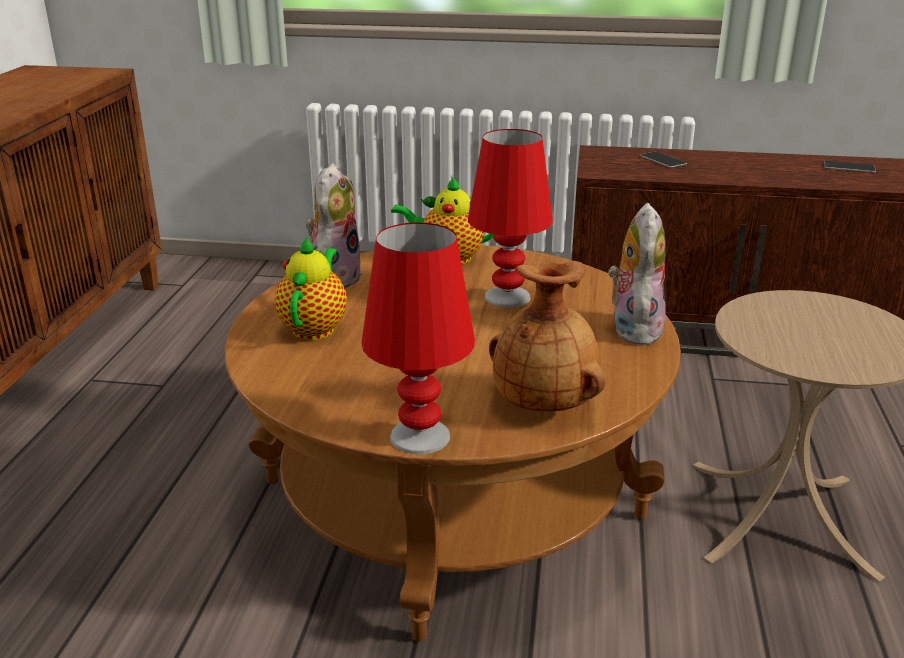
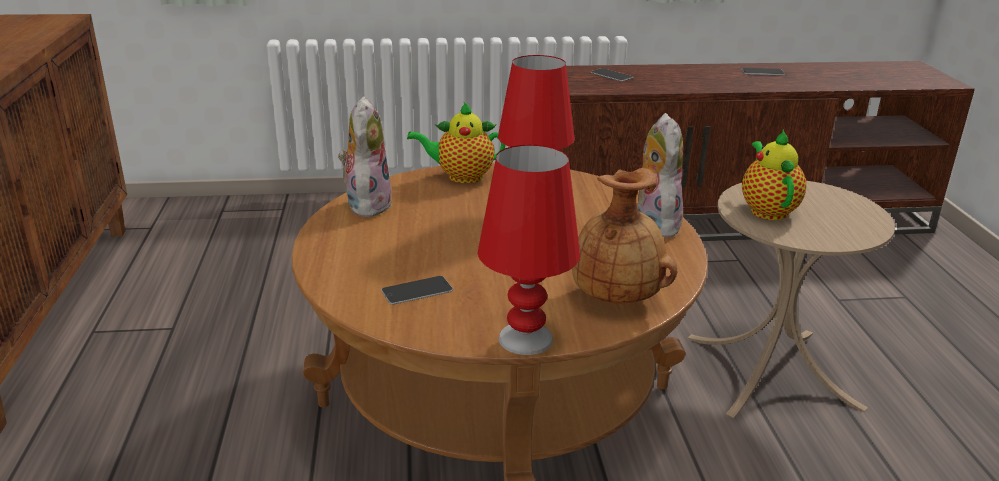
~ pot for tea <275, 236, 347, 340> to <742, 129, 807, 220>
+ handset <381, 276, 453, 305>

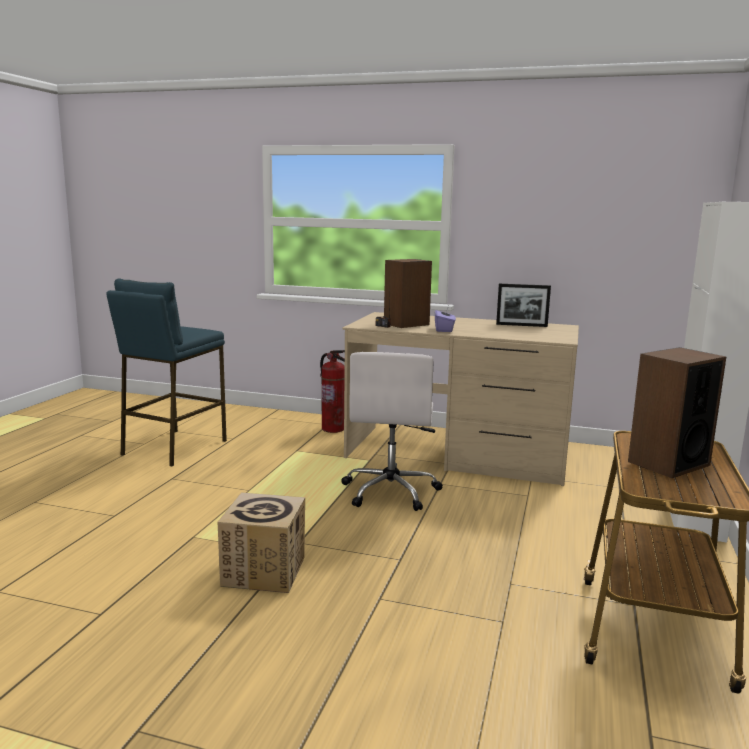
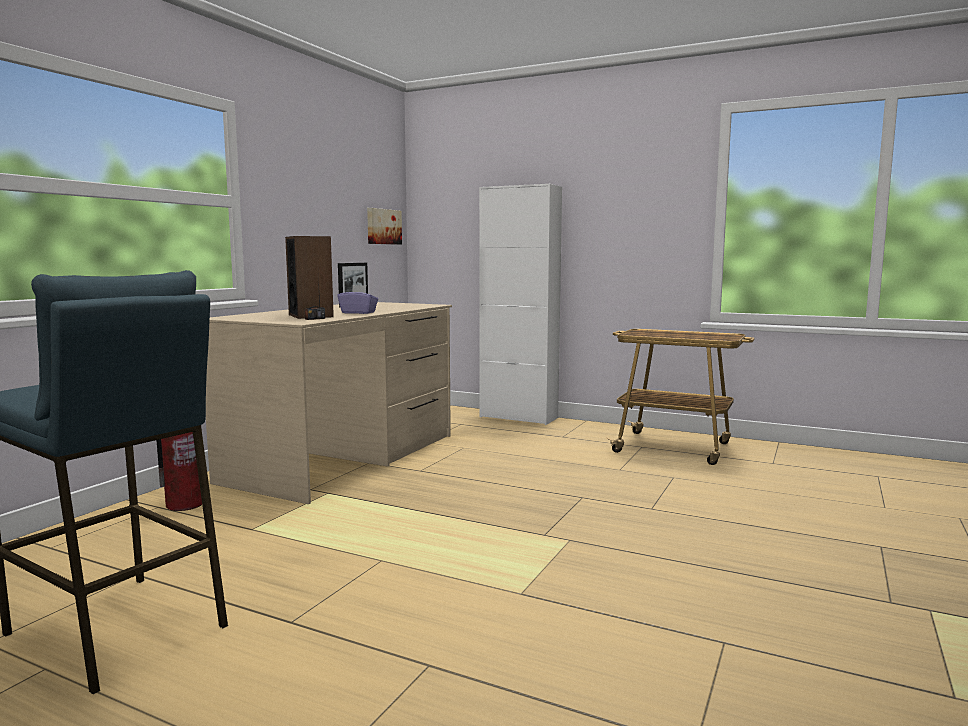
- packing box <218, 492, 305, 593>
- white-coloured computer chair <341, 352, 443, 511>
- loudspeaker <628, 347, 726, 478>
+ picture <367, 208, 402, 245>

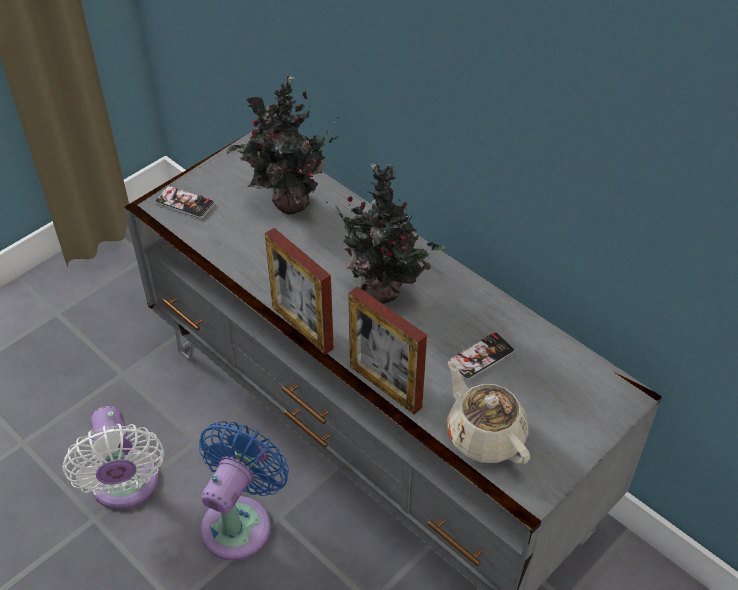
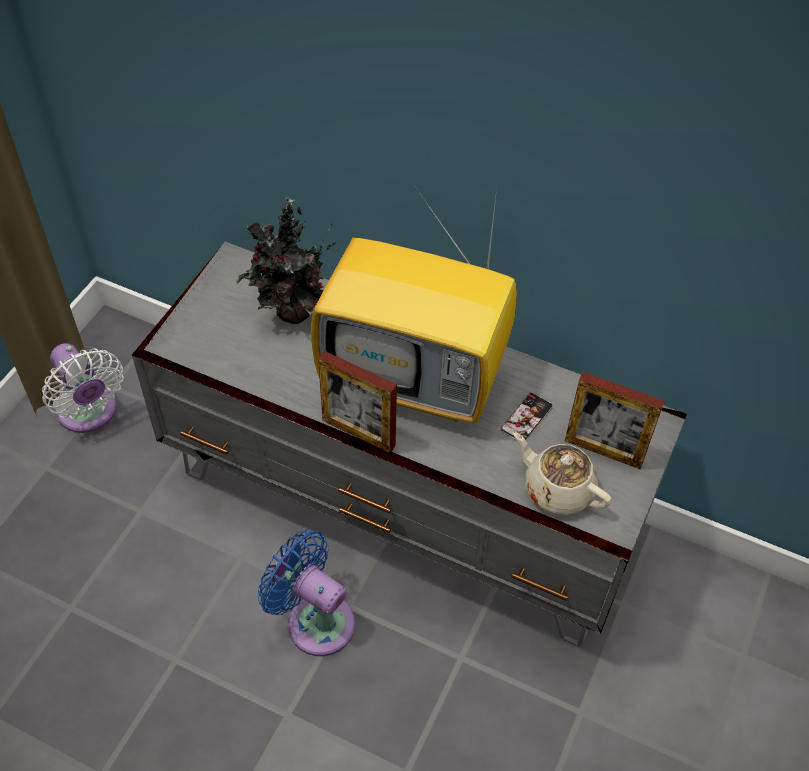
~ white-coloured cooling fan <63, 406, 164, 510> to <42, 343, 123, 433>
- handset <155, 185, 215, 219>
~ blue-coloured cooling fan <199, 421, 289, 560> = <258, 529, 355, 656> 60 degrees counterclockwise
~ potted plant <326, 163, 445, 304> to TV <311, 181, 517, 423>
~ picture frame <348, 286, 427, 415> to <565, 372, 664, 469>

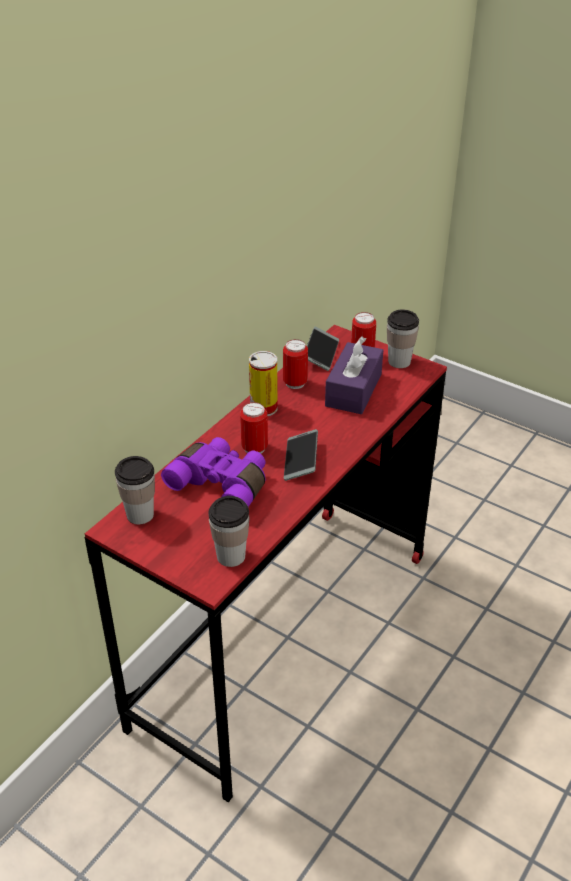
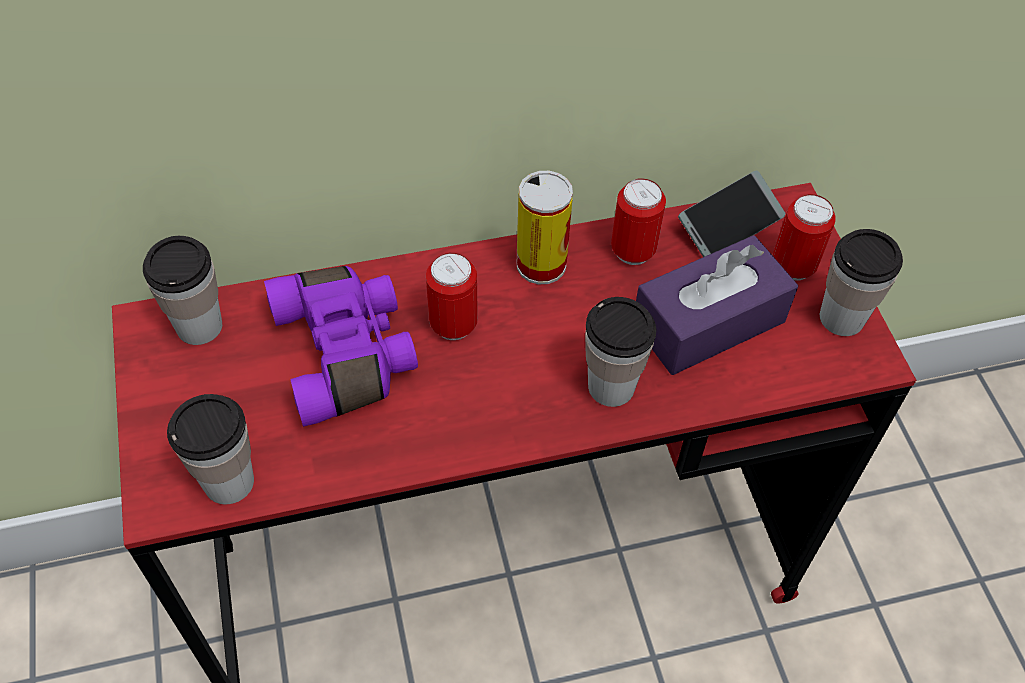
- handset <284, 429, 318, 481>
+ small cup <585, 297, 656, 407>

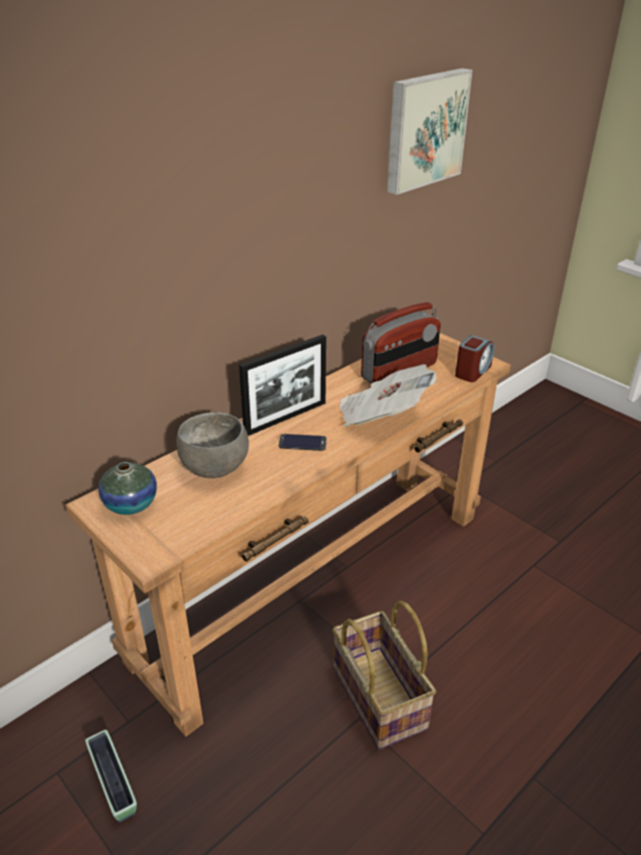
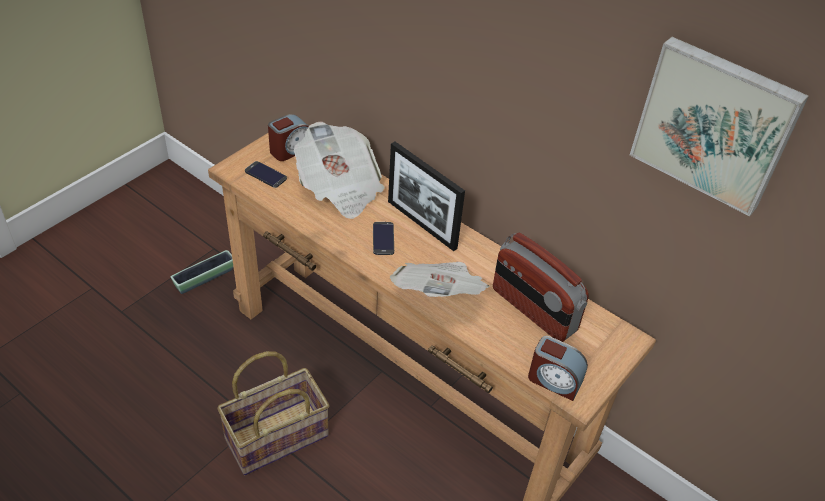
~ flower vase <98, 462, 157, 515> to bedside clock <268, 114, 309, 161>
~ greyish bowl <176, 412, 249, 478> to newspaper <294, 122, 385, 219>
+ handset <245, 161, 287, 188>

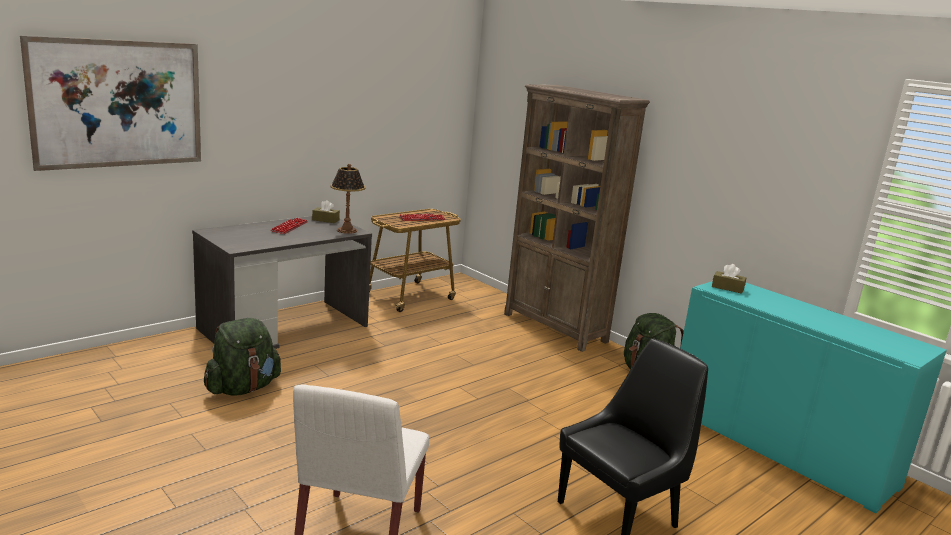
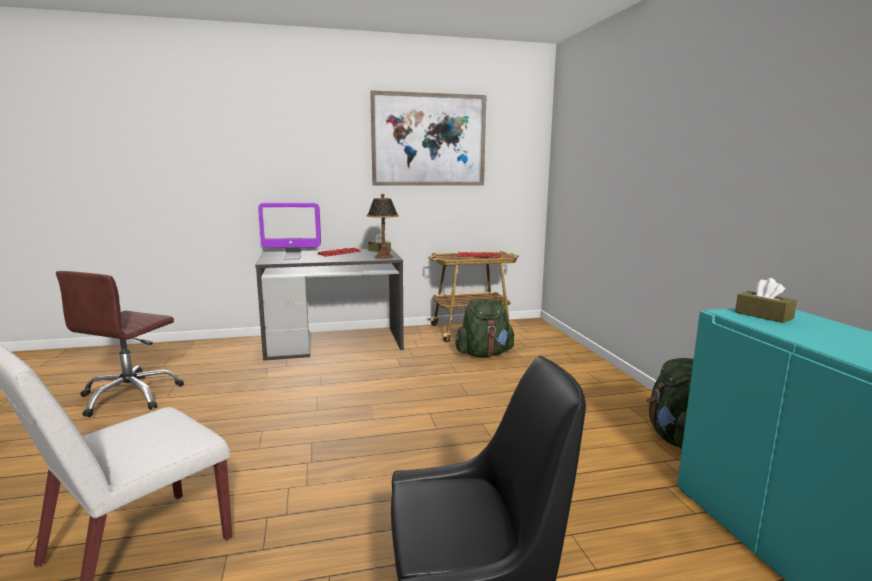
~ picture <20, 36, 201, 171> to <370, 90, 487, 186>
~ green rucksack <204, 318, 281, 396> to <455, 299, 515, 357>
- brown bookshelf <504, 84, 650, 352>
+ brown computer chair <56, 271, 184, 417>
+ computer screen <258, 203, 321, 260>

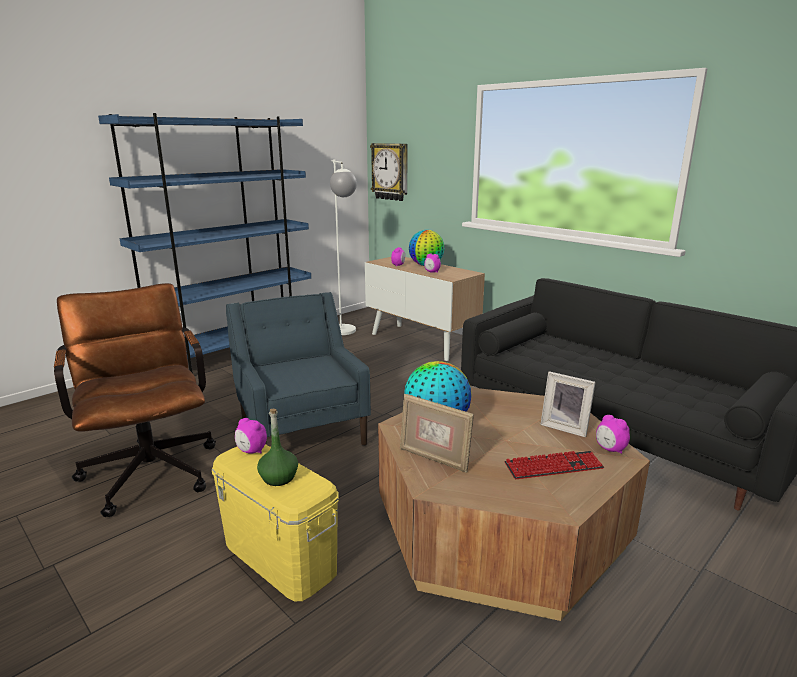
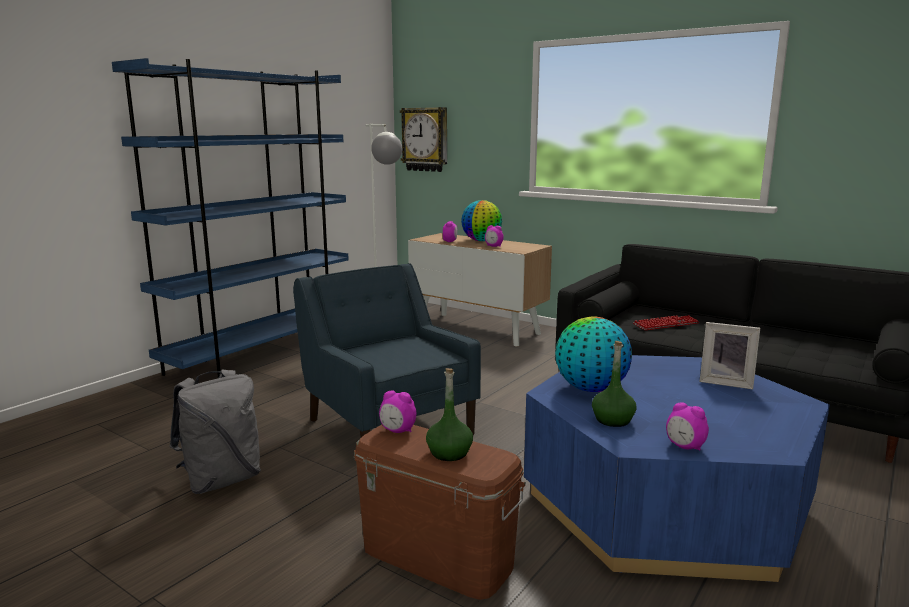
~ brown computer chair <54, 283, 216, 517> to greyish rucksack <169, 370, 261, 494>
~ yellow storage bin <212, 444, 339, 601> to brown storage bin <354, 425, 526, 600>
~ brown low table <378, 387, 650, 621> to blue-coloured low table <524, 355, 830, 582>
~ picture frame <400, 394, 474, 473> to green beverage bottle <592, 341, 636, 427>
~ PC keyboard <504, 451, 604, 479> to <633, 315, 699, 330>
~ bedside clock <596, 415, 630, 454> to <666, 402, 709, 451>

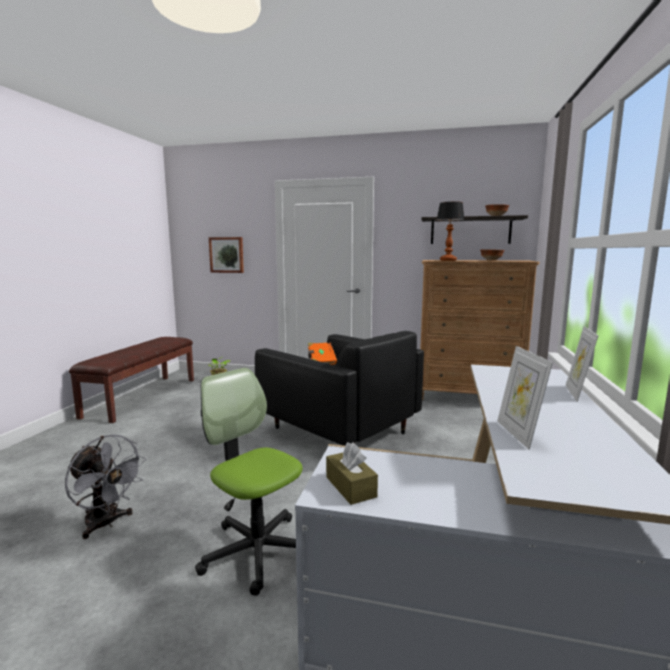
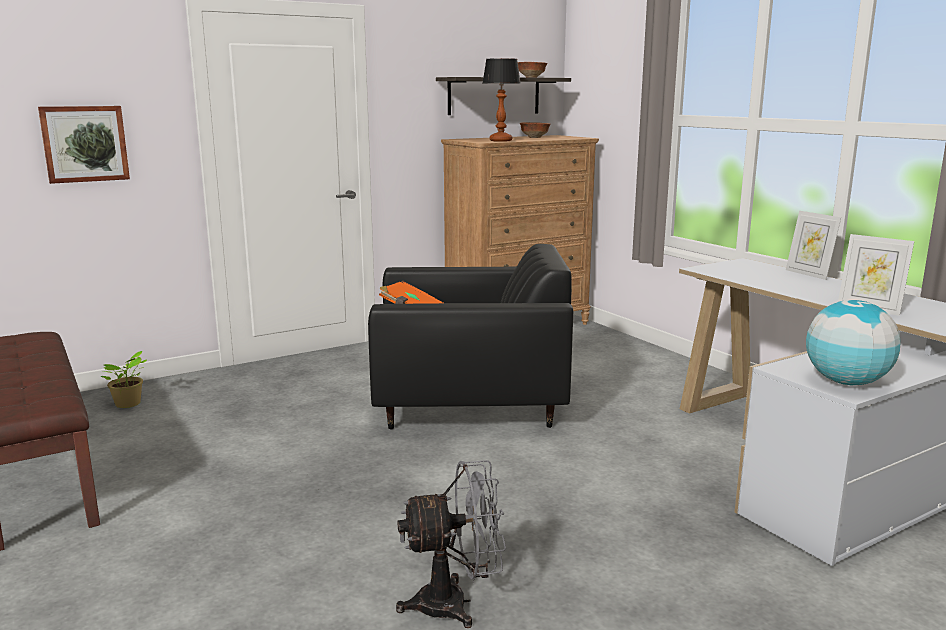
- computer chair <195, 368, 303, 596>
~ brown box of tissues <326, 442, 378, 505> to desk globe <806, 300, 901, 385>

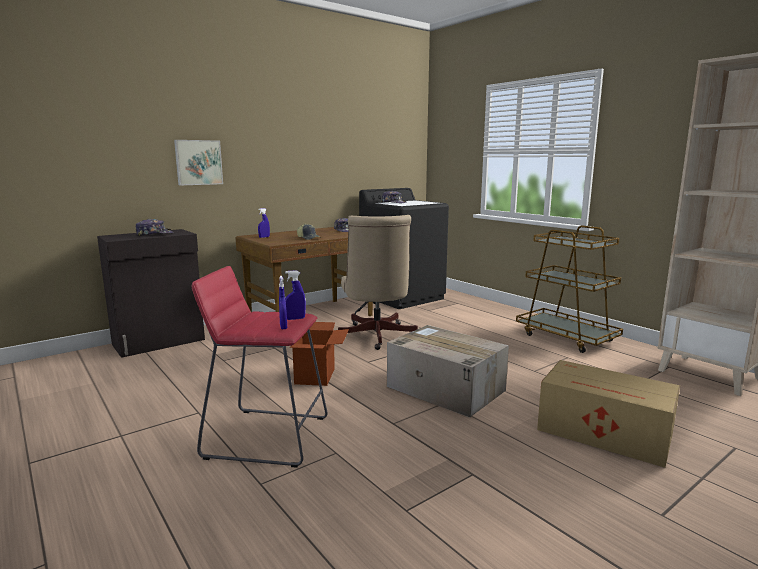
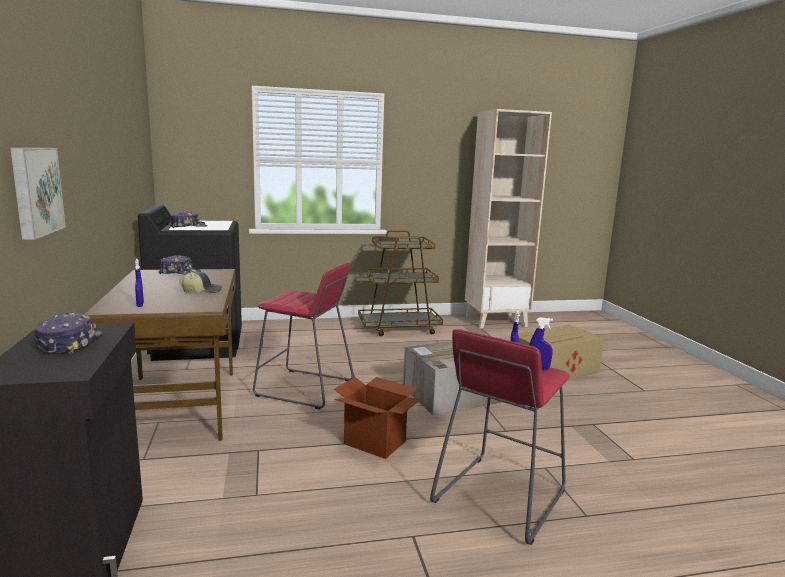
~ beige-coloured computer chair <338, 215, 418, 350> to reddish sitting stool <253, 263, 354, 410>

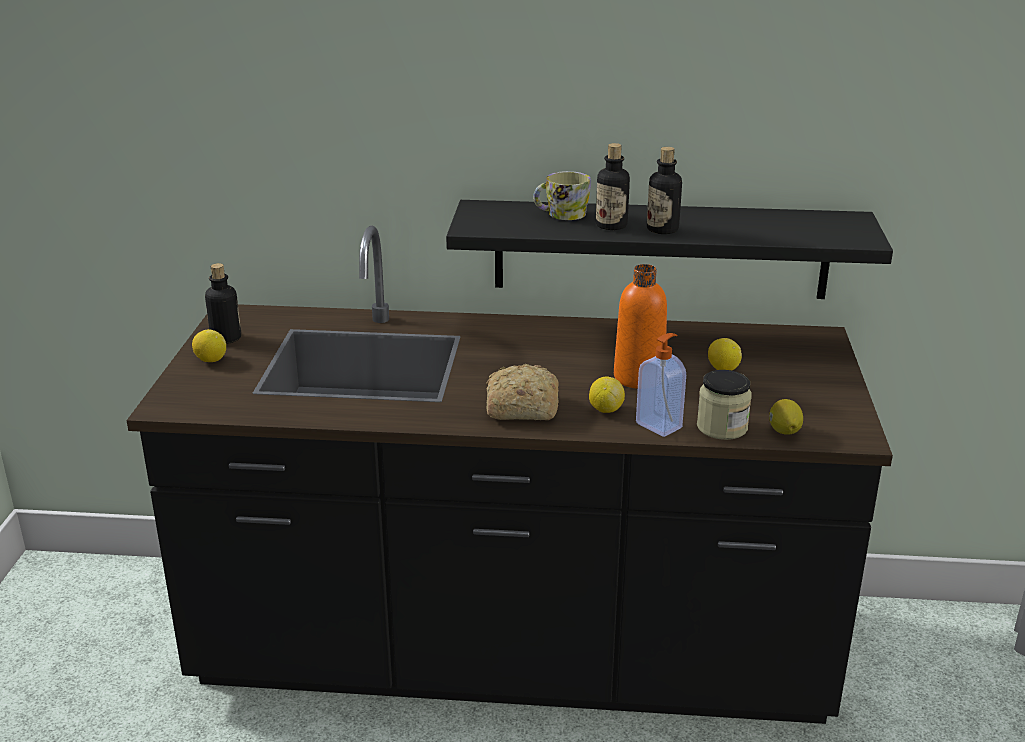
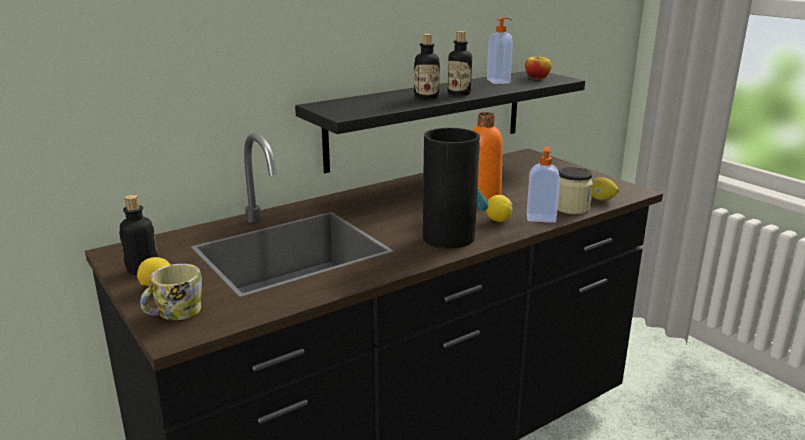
~ bakery bread <486, 364, 559, 420> to flower vase <423, 128, 488, 248>
~ tea mug <533, 171, 591, 220> to <140, 264, 202, 320>
- whole lemon <708, 338, 742, 371>
+ liquid soap bottle <487, 18, 513, 84>
+ apple <525, 57, 552, 80>

